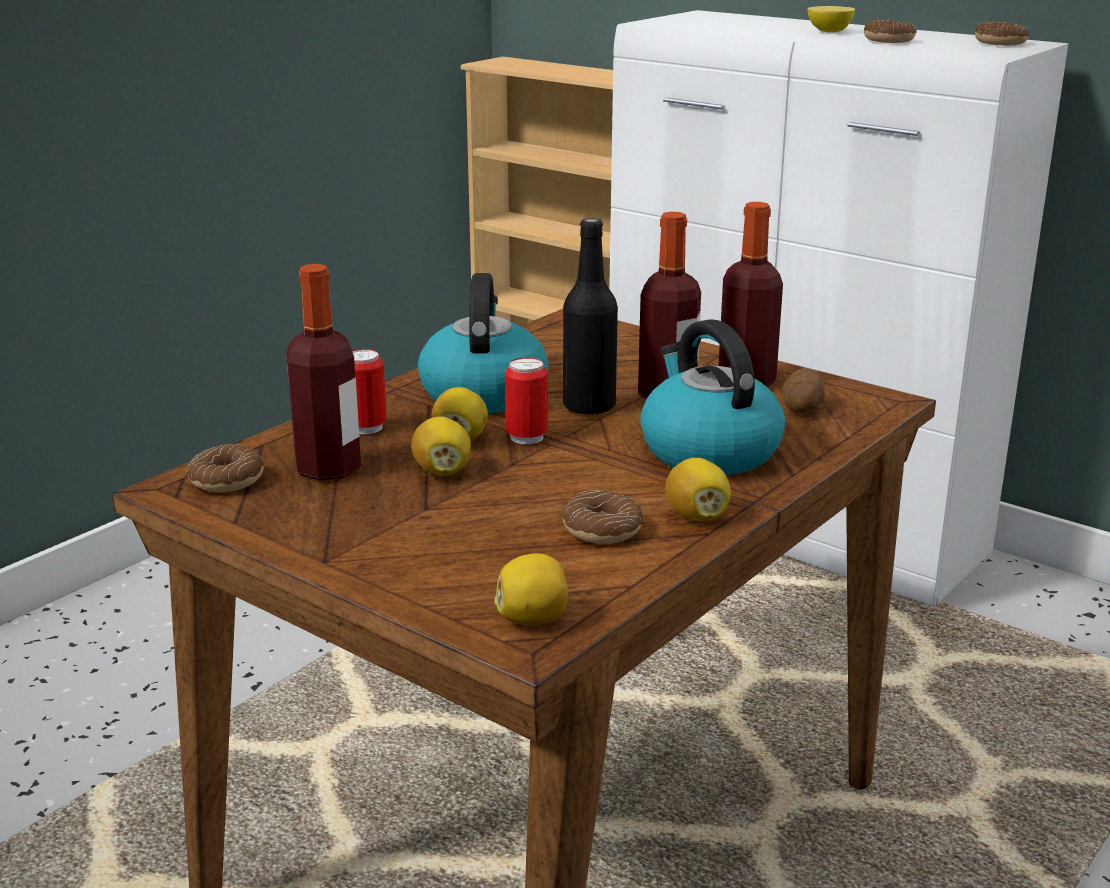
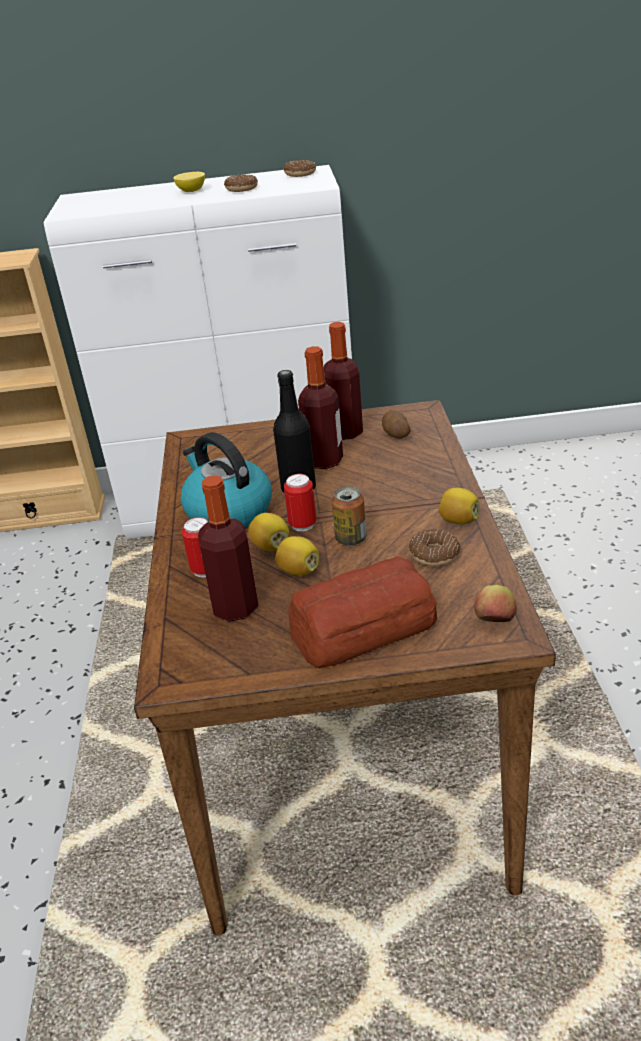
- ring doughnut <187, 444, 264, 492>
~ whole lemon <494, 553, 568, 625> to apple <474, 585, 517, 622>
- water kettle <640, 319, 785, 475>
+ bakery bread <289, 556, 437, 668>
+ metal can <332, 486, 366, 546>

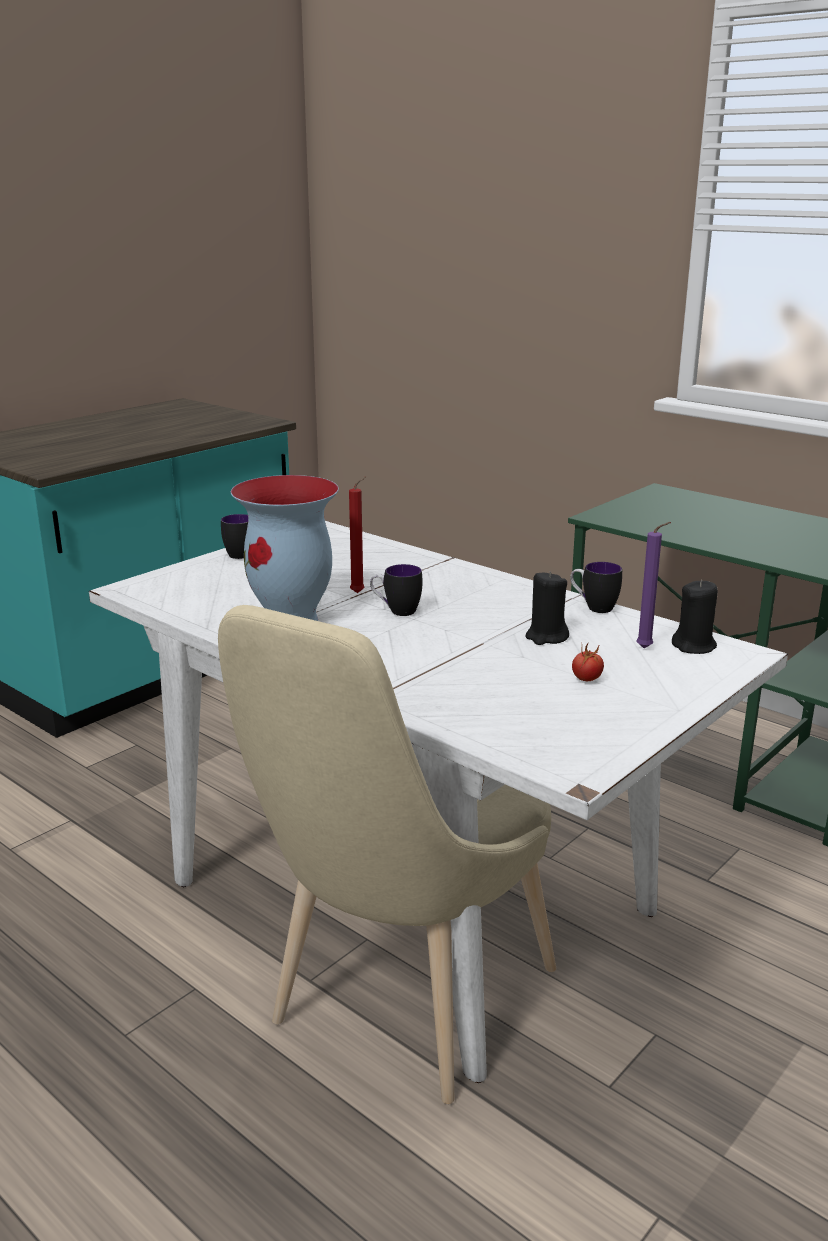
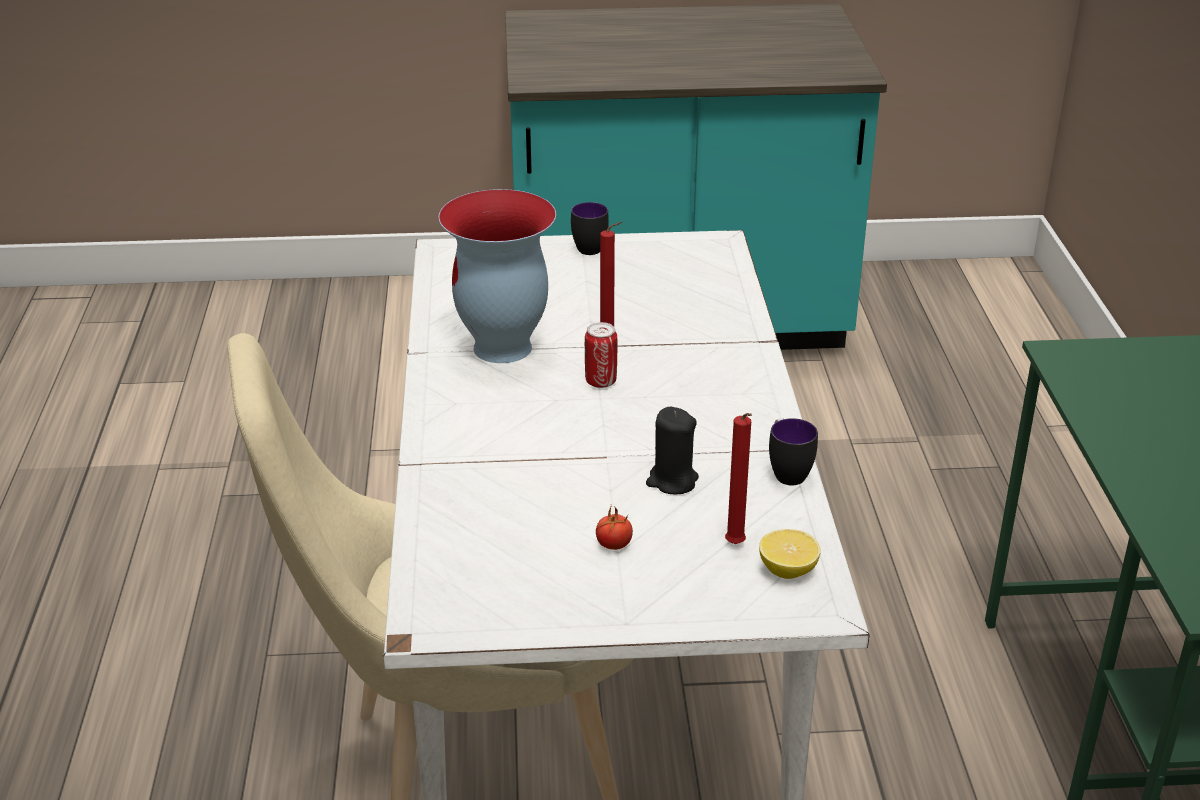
~ tea mug <370, 564, 422, 616> to metal can <585, 322, 617, 388>
~ purple-coloured wax candle <636, 522, 671, 648> to reddish wax candle <725, 413, 752, 544>
~ black-coloured wax candle <672, 580, 718, 654> to whole lemon <759, 529, 821, 579>

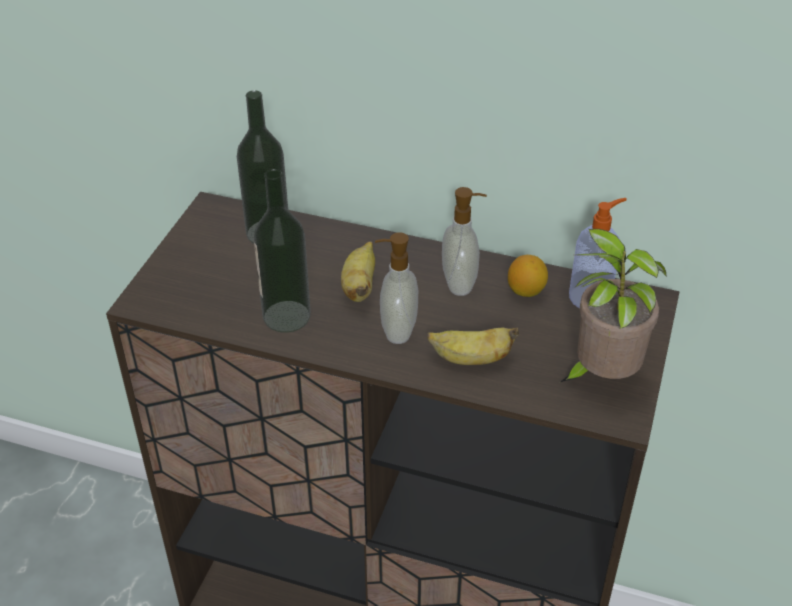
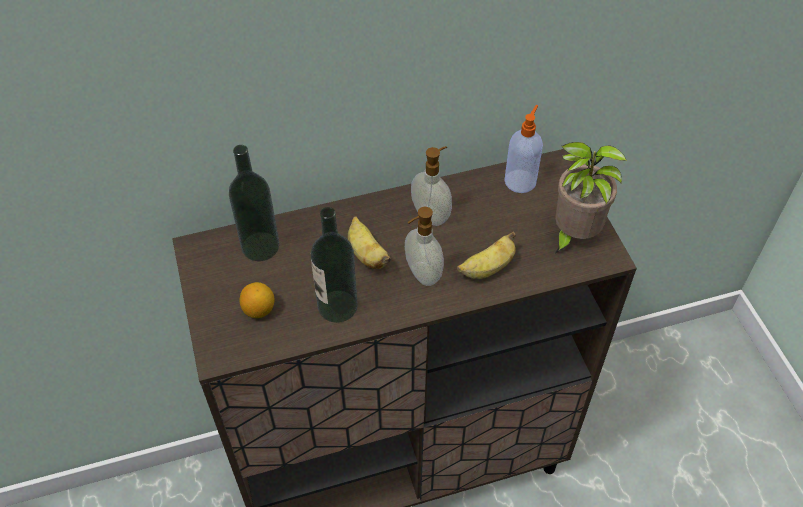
~ whole lemon <508, 255, 548, 297> to <240, 282, 274, 318>

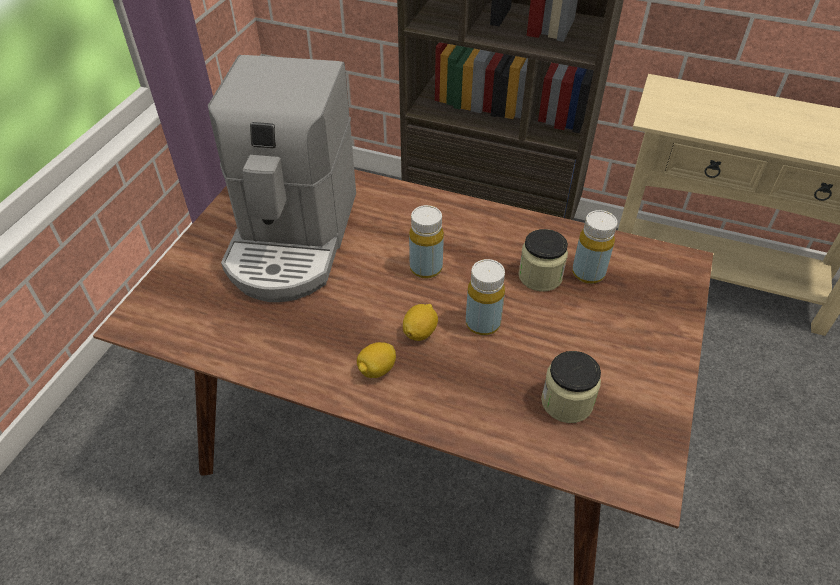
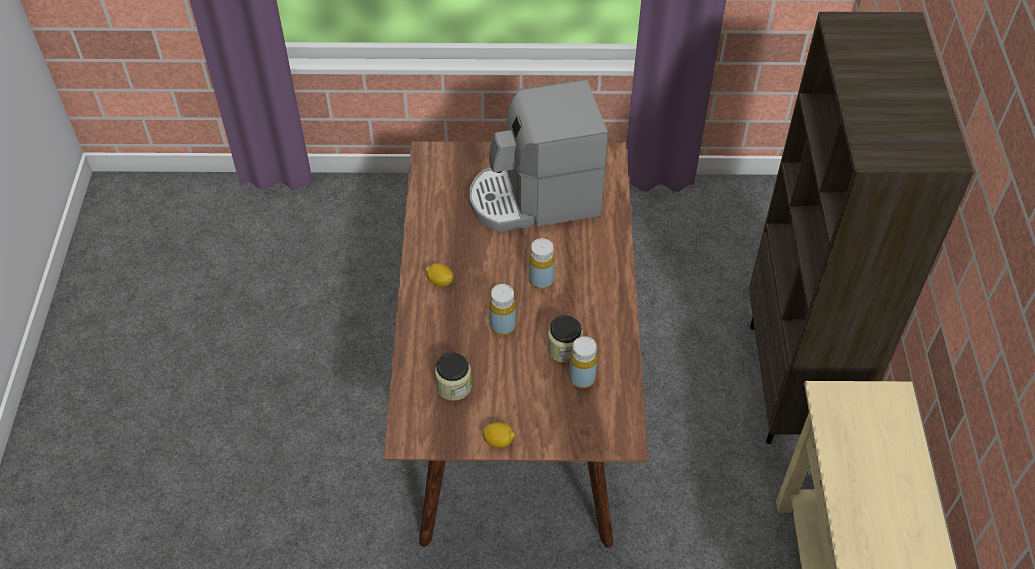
~ whole lemon <403, 304, 438, 341> to <483, 422, 515, 448>

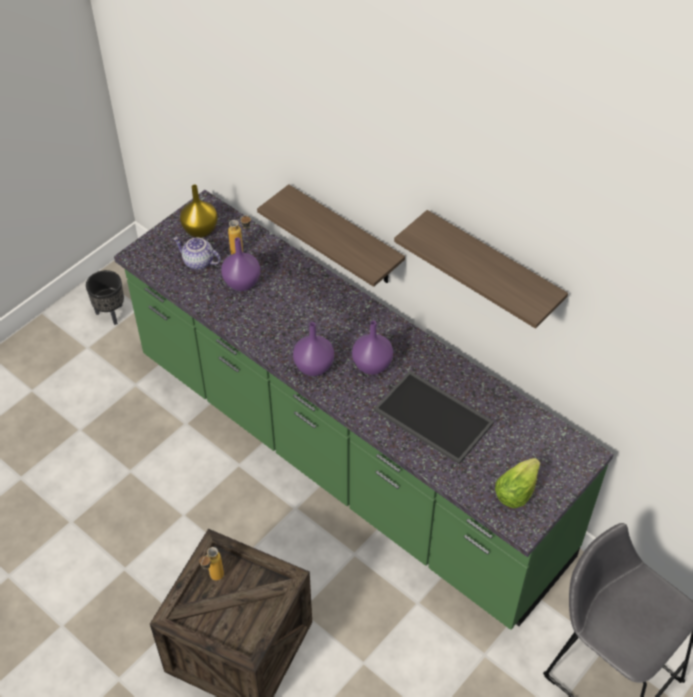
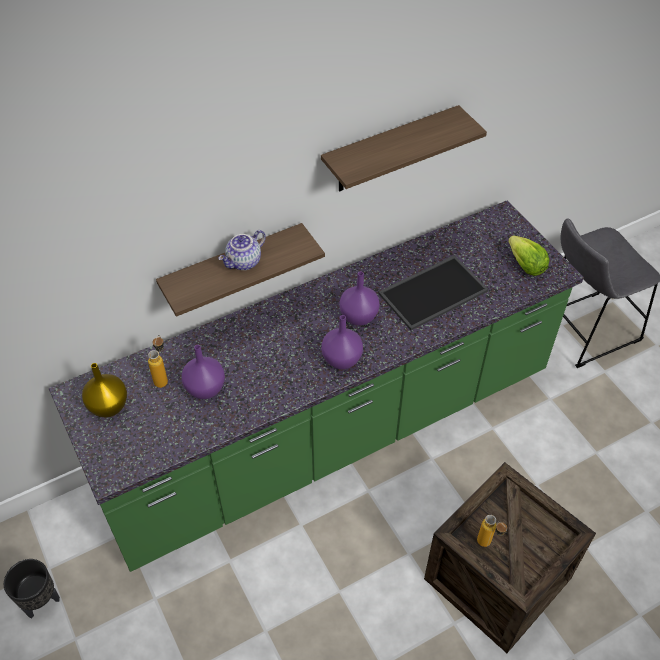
~ pot for tea <173, 237, 221, 270> to <218, 230, 266, 270>

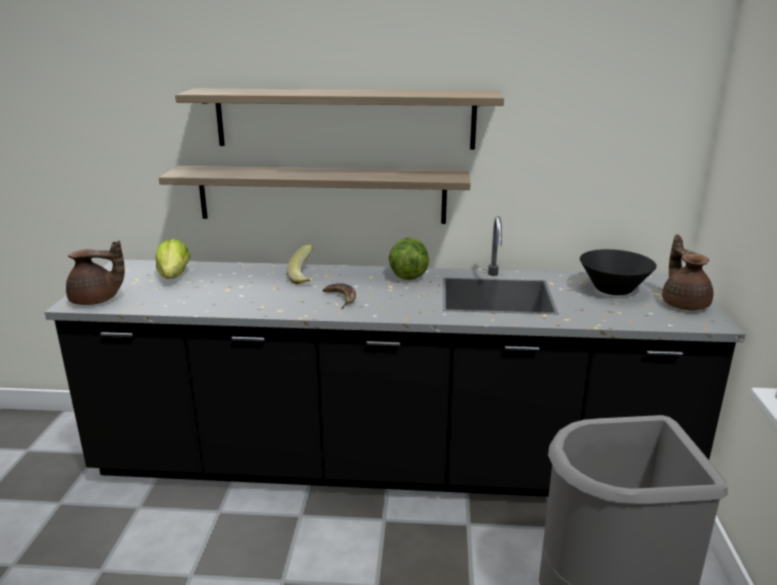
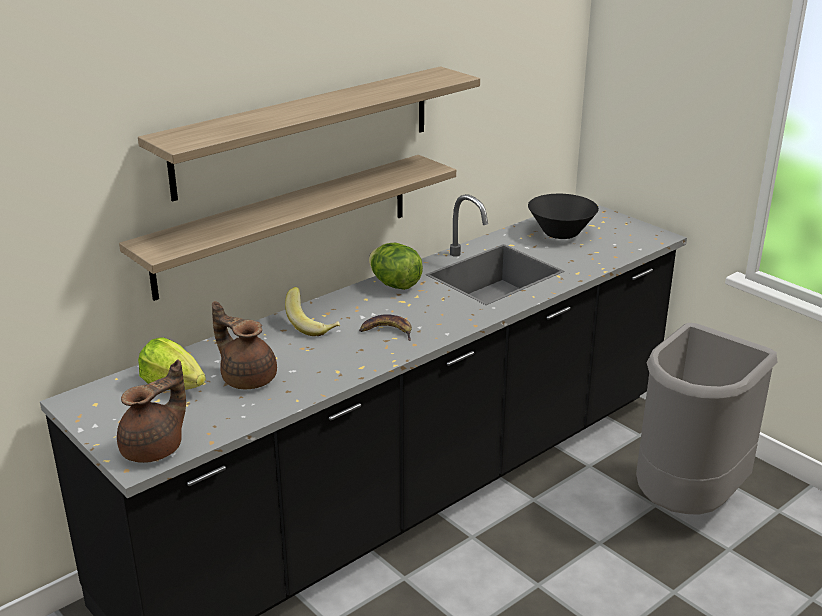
~ brown pot for tea <662, 234, 713, 311> to <212, 301, 277, 389>

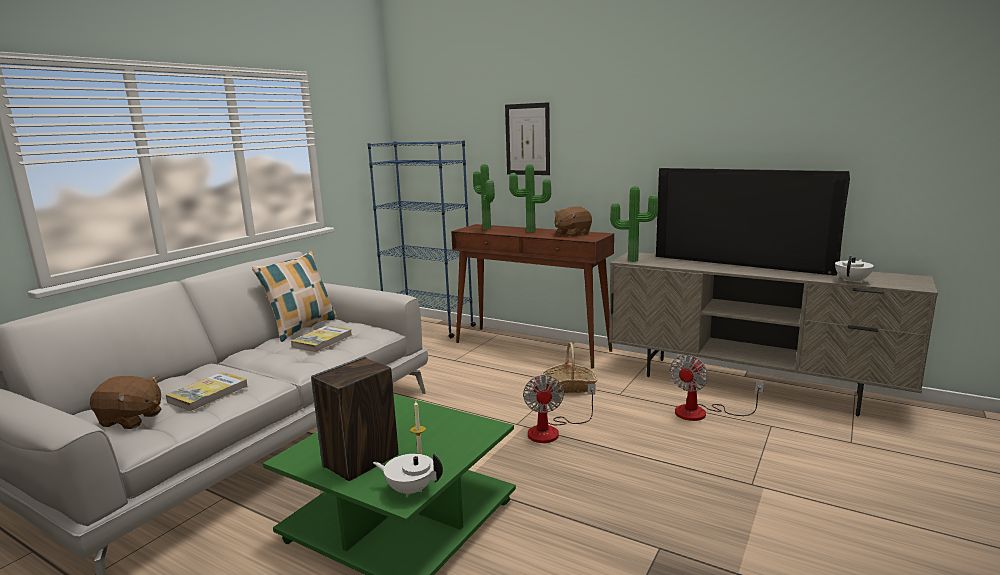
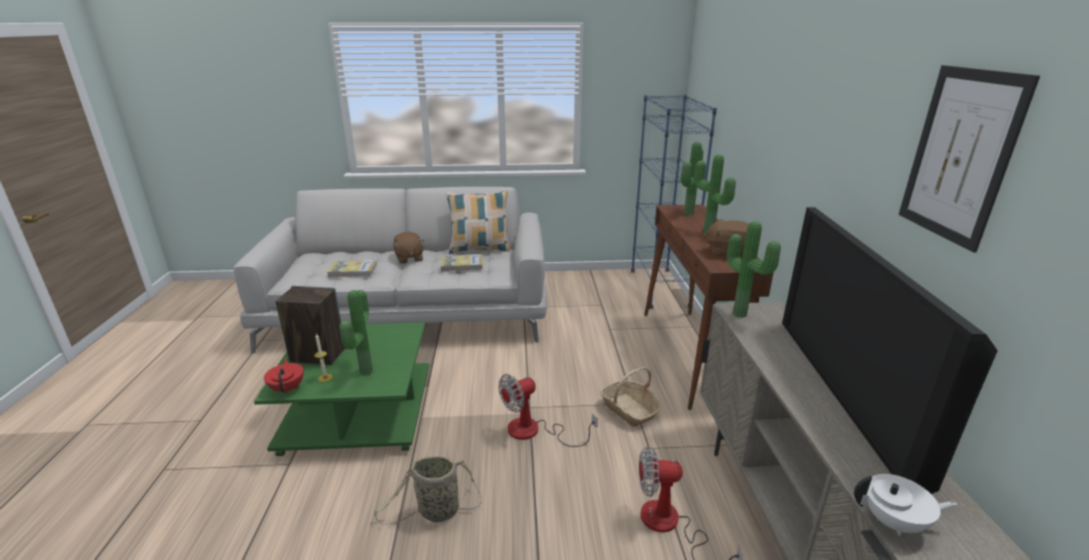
~ brown plush toy <90, 376, 161, 429> to <393, 232, 425, 264>
~ white-coloured pot for tea <373, 454, 443, 497> to reddish pot for tea <264, 358, 304, 394>
~ picture <505, 102, 550, 175> to <899, 65, 1040, 252>
+ potted plant <340, 290, 373, 376>
+ basket <374, 456, 481, 525>

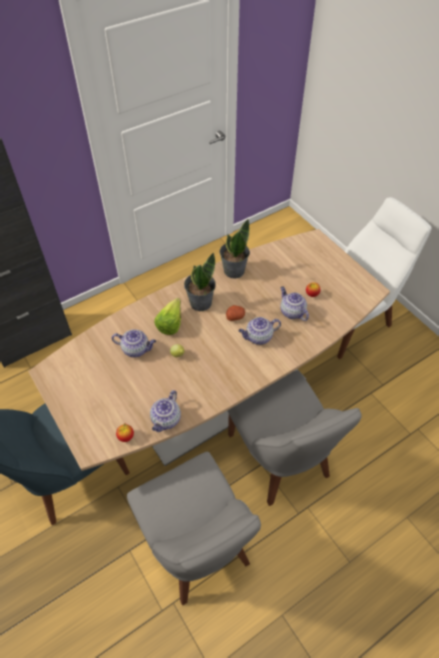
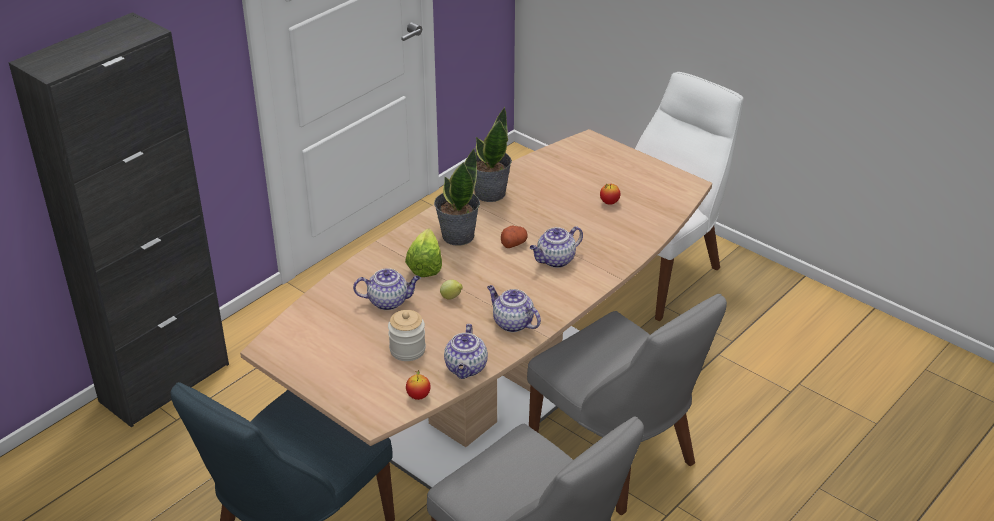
~ pot for tea <280, 286, 309, 321> to <487, 285, 541, 332>
+ jar <388, 310, 426, 361>

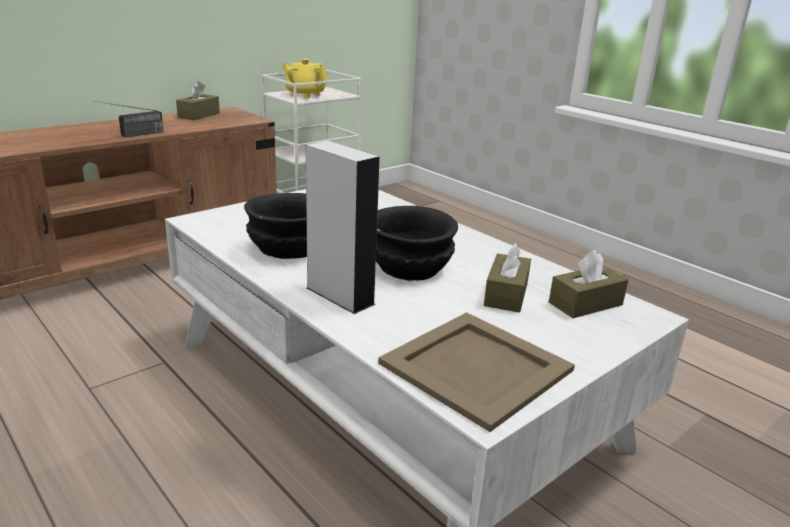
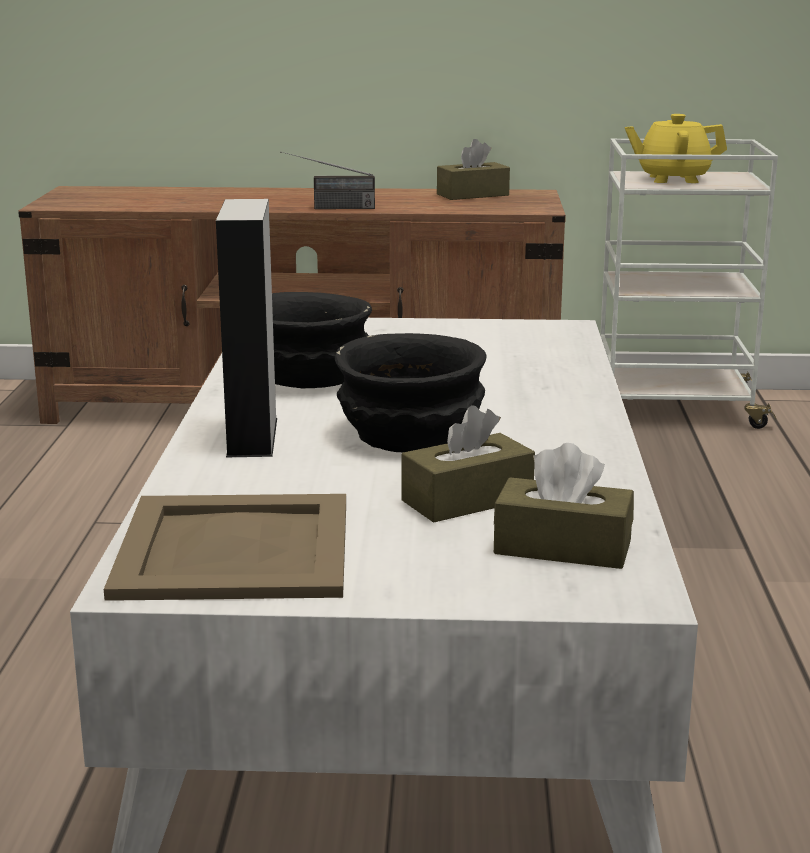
~ yellow pot for tea <282, 59, 328, 98> = <625, 114, 727, 183> 75 degrees counterclockwise

